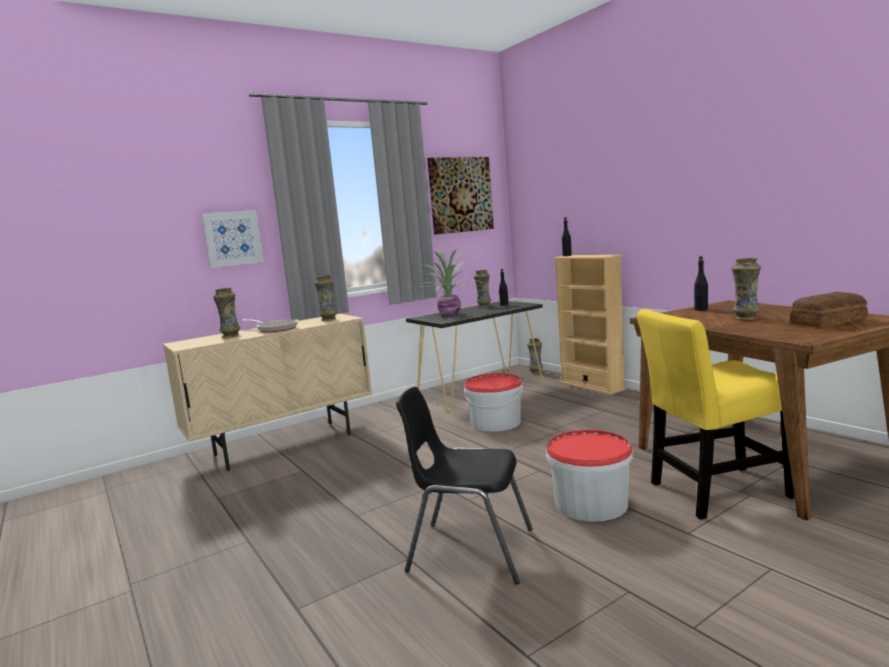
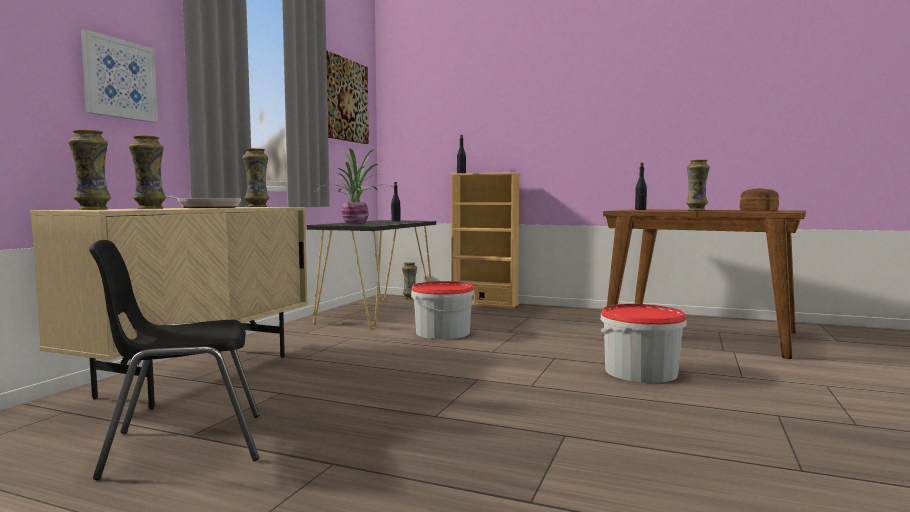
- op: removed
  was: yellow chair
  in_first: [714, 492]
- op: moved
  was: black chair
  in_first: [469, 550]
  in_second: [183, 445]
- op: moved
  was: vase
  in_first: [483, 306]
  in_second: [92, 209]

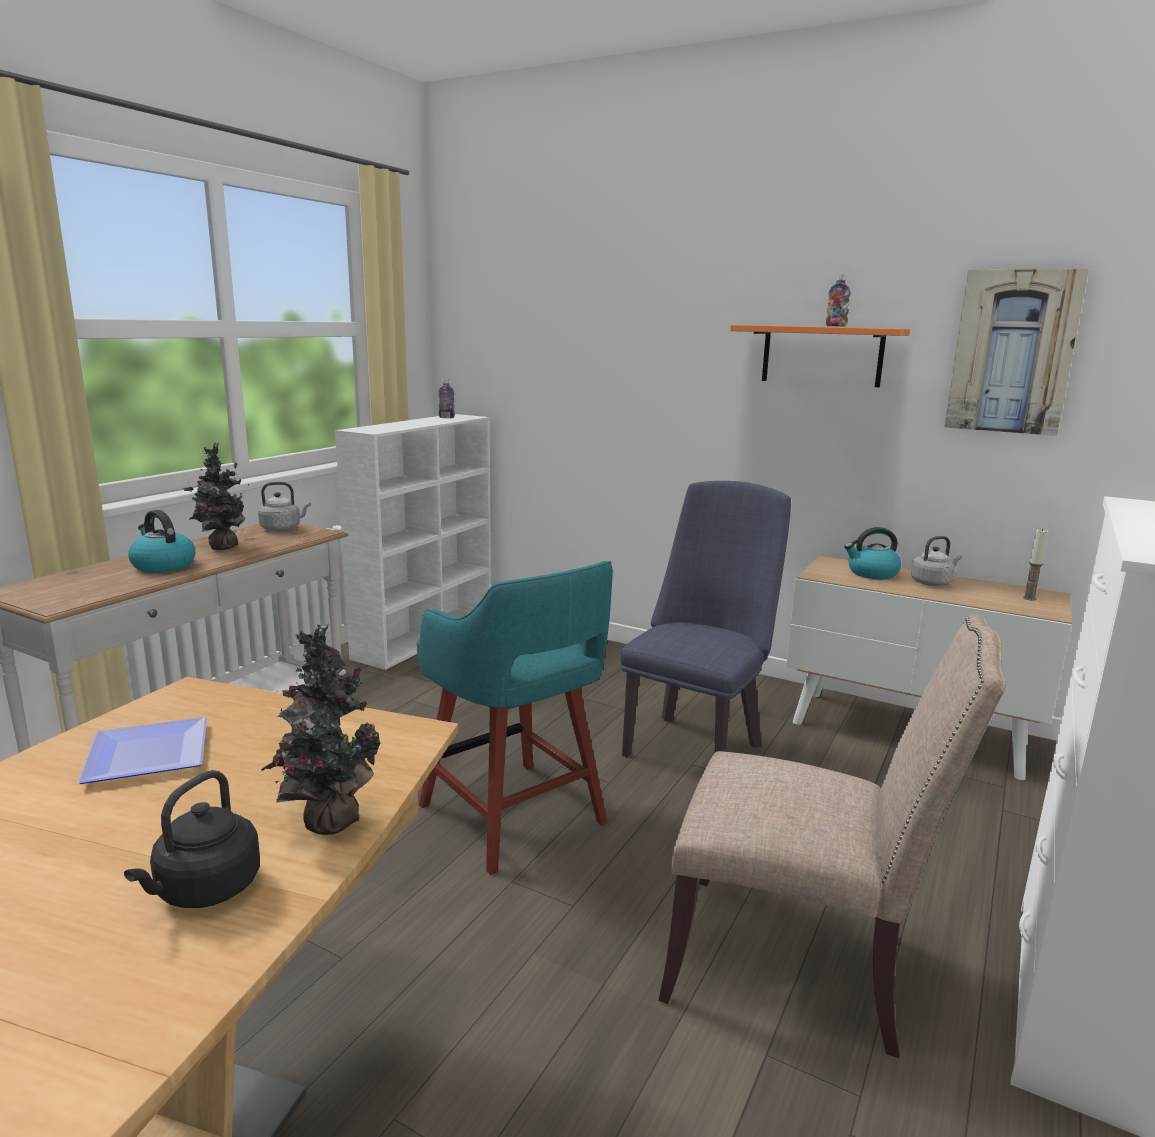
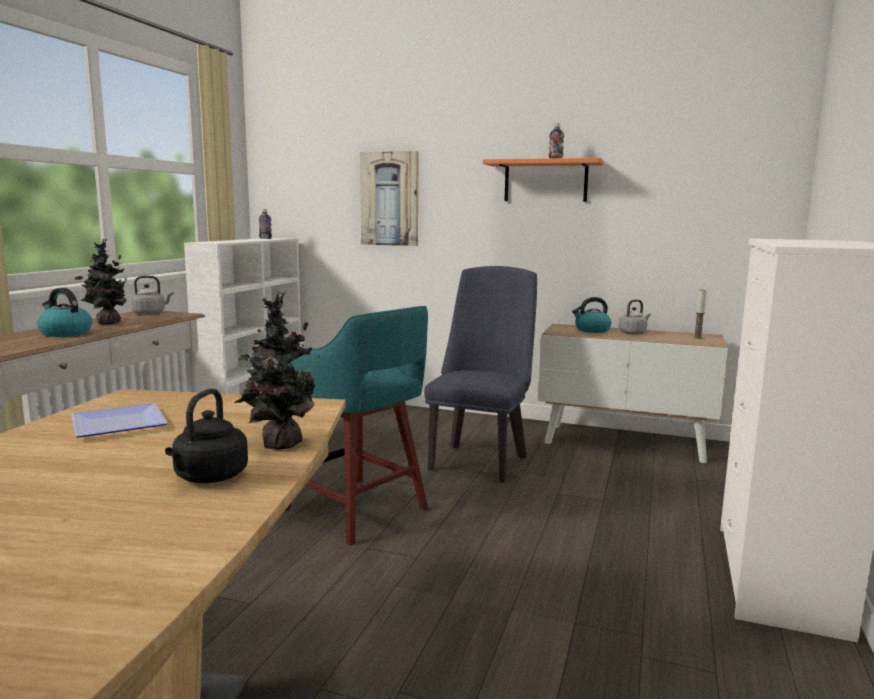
- op: removed
  was: beige chair
  in_first: [798, 966]
- op: moved
  was: picture
  in_first: [1012, 352]
  in_second: [390, 199]

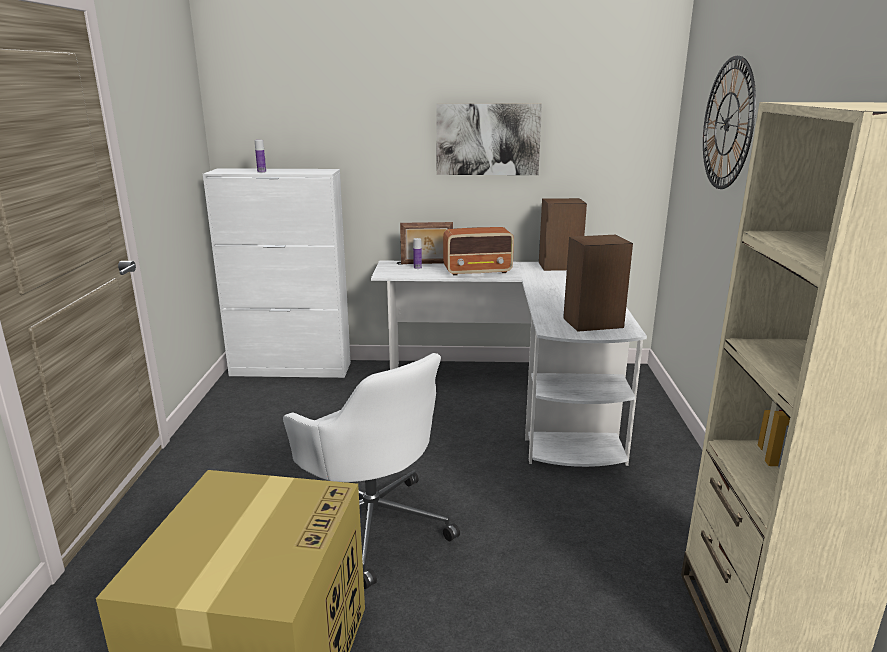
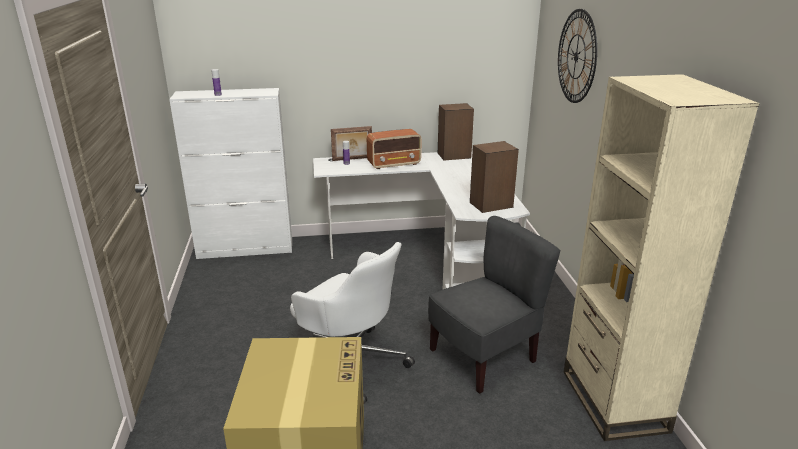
- op: removed
  was: picture
  in_first: [488, 139]
- op: added
  now: grey chair
  in_second: [484, 357]

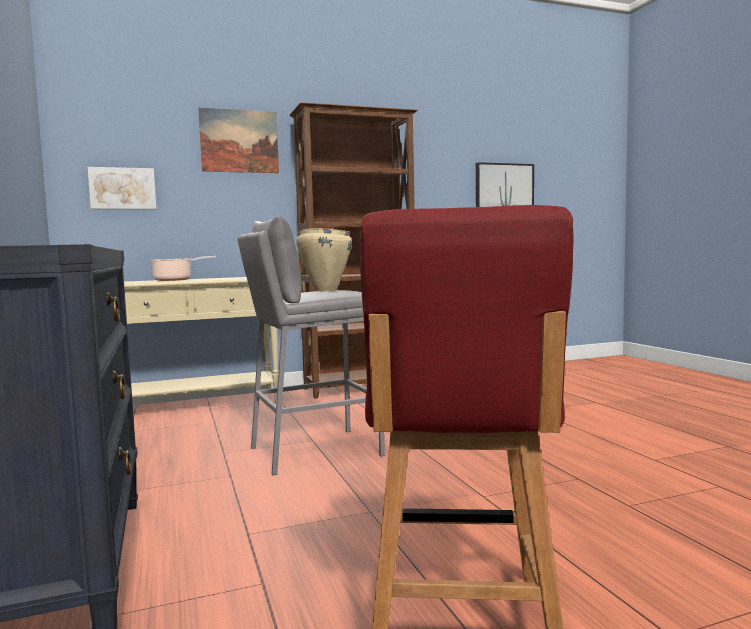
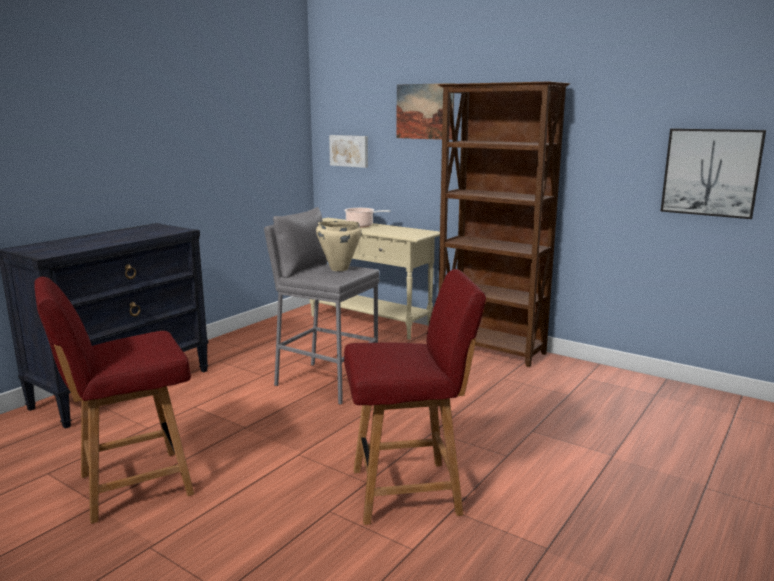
- op: added
  now: red chair
  in_second: [409, 491]

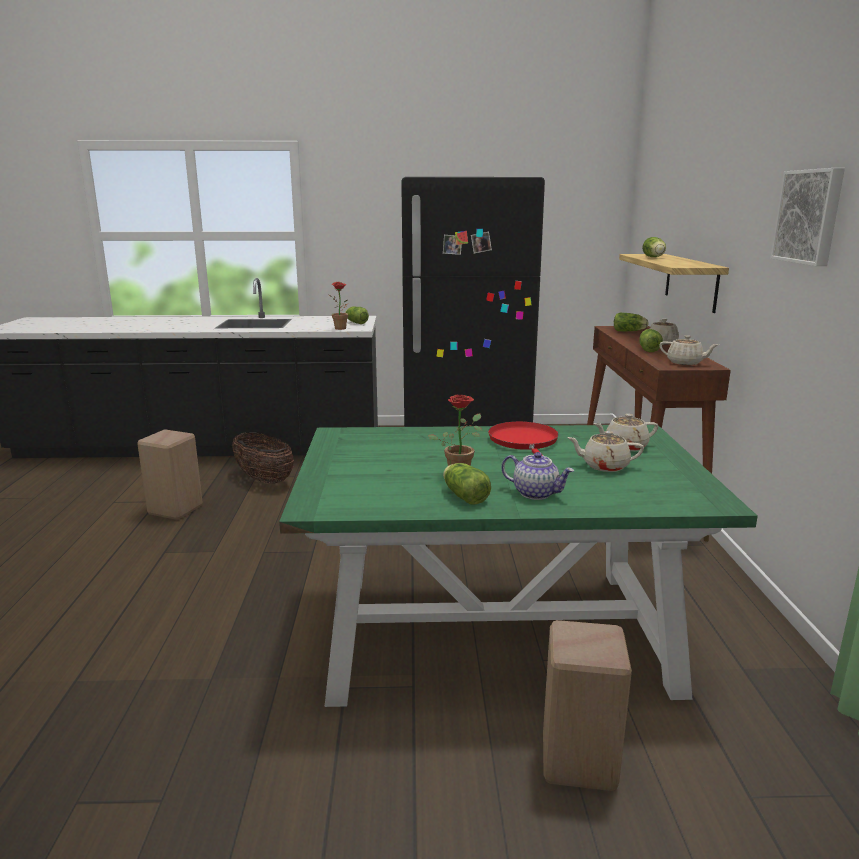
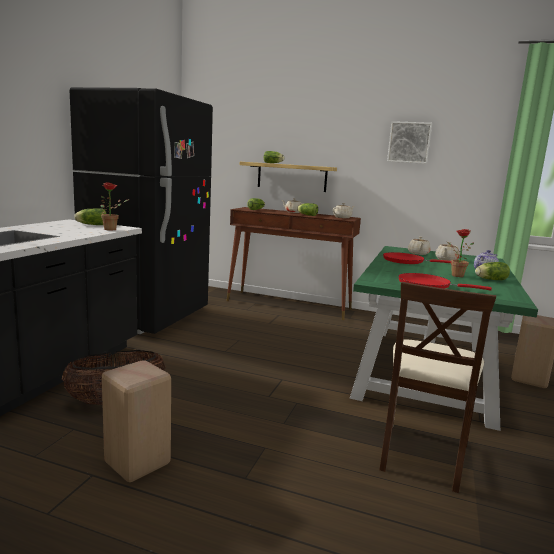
- op: added
  now: beige chair
  in_second: [422, 454]
- op: added
  now: red frying pan
  in_second: [428, 285]

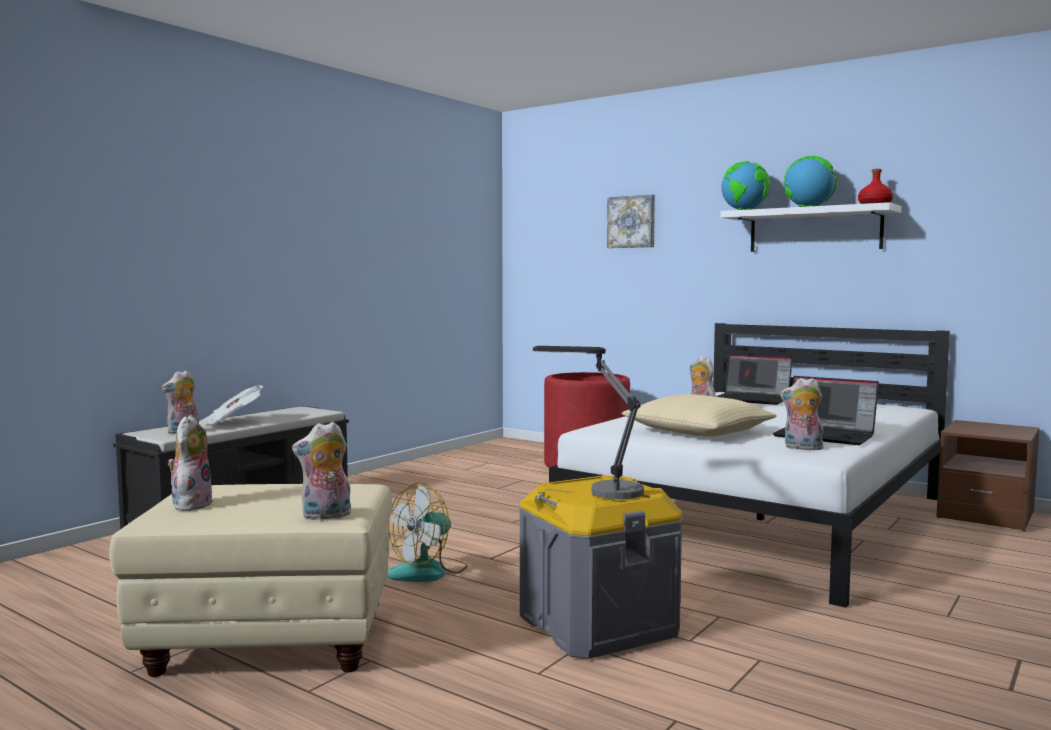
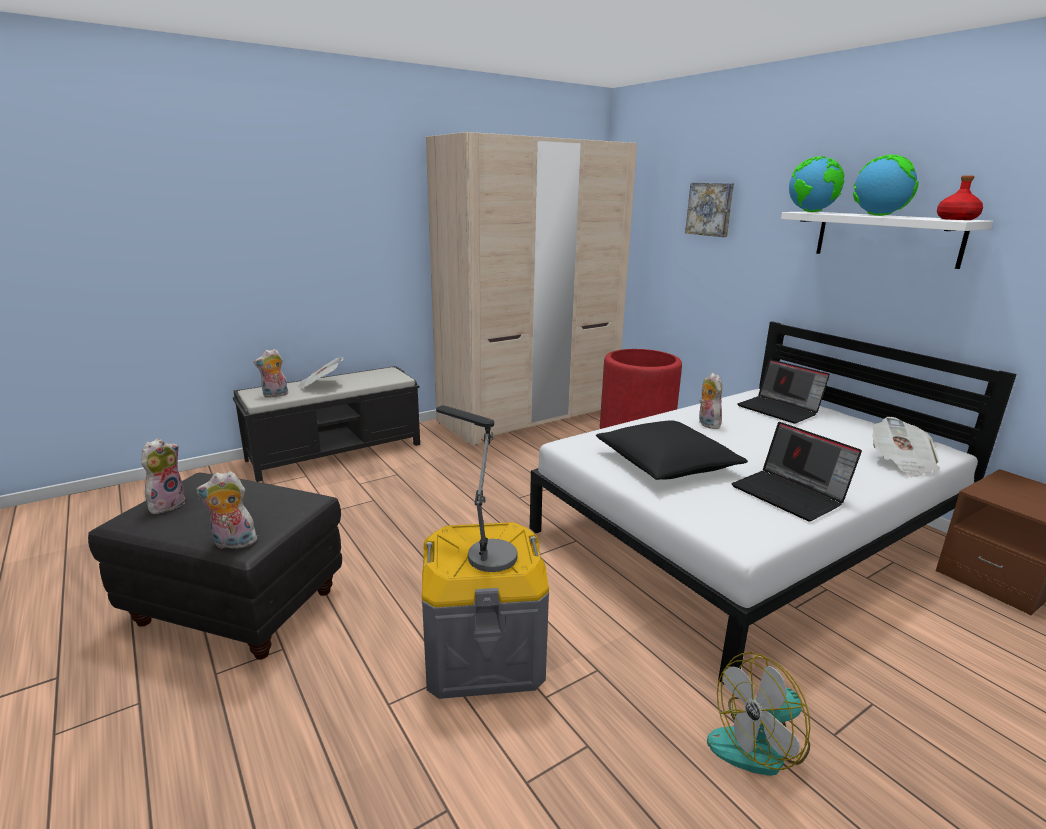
- op: removed
  was: plush toy
  in_first: [802, 448]
- op: added
  now: beige wardrobe
  in_second: [529, 416]
- op: added
  now: newspaper
  in_second: [901, 463]
- op: moved
  was: fan
  in_first: [428, 571]
  in_second: [760, 745]
- op: recoloured
  was: beige ottoman
  now: black ottoman
  in_first: [270, 641]
  in_second: [238, 606]
- op: recoloured
  was: beige pillow
  now: black pillow
  in_first: [698, 432]
  in_second: [666, 463]

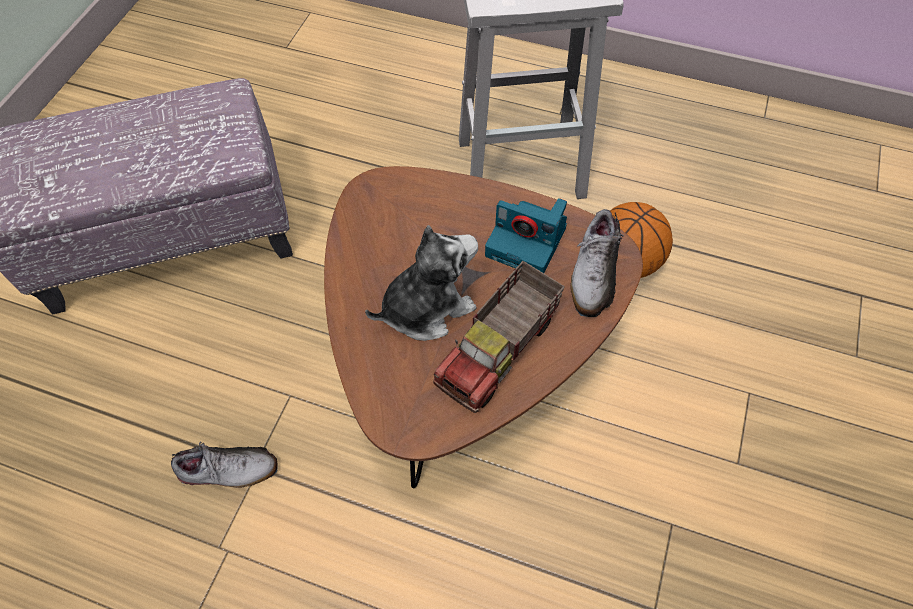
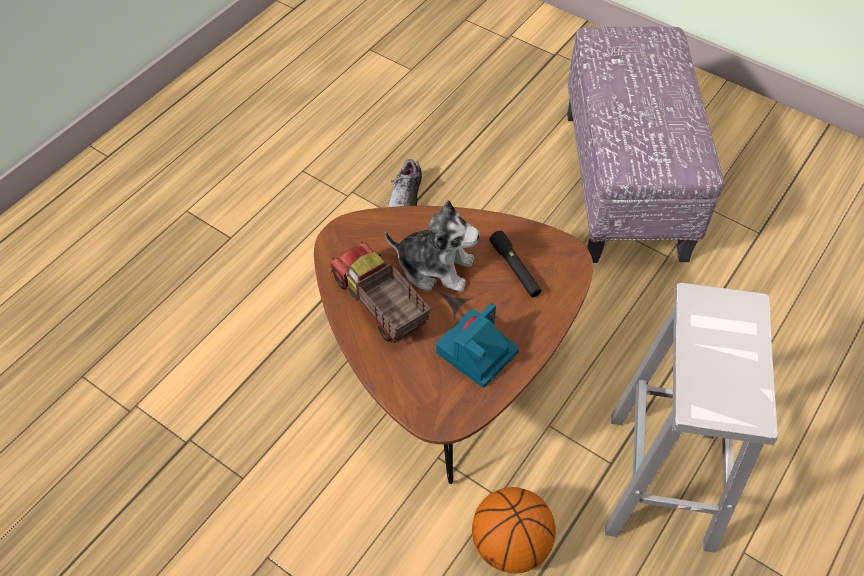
- op: removed
  was: shoe
  in_first: [594, 272]
- op: added
  now: black flashlight
  in_second: [515, 269]
- op: turned
  was: plush toy
  in_first: [426, 307]
  in_second: [435, 267]
  clockwise: -60

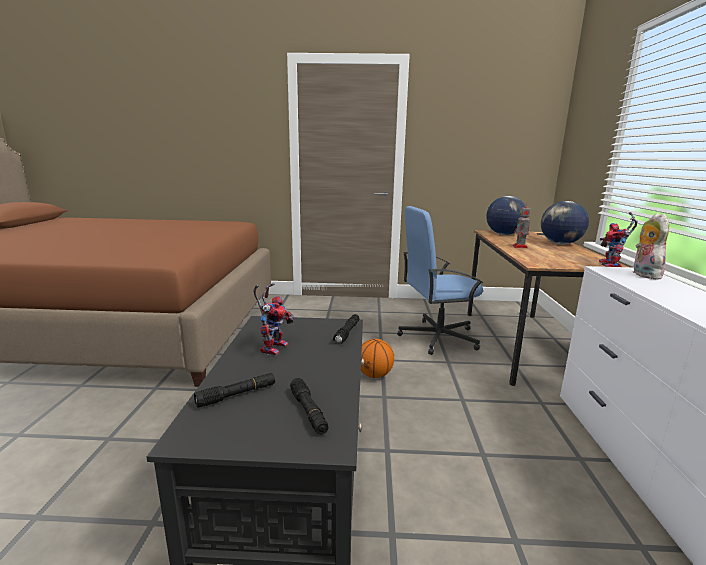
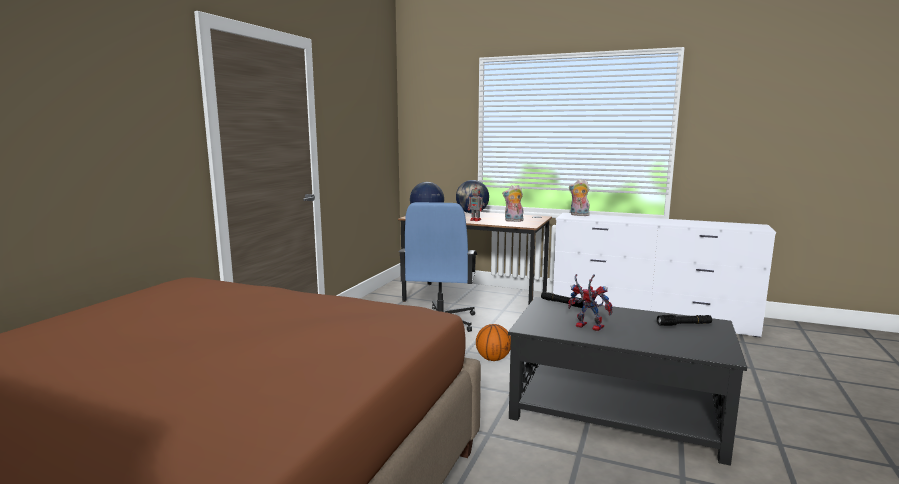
- op: removed
  was: black flashlight
  in_first: [237, 395]
- op: removed
  was: toy robot
  in_first: [612, 265]
- op: added
  now: plush toy
  in_second: [513, 221]

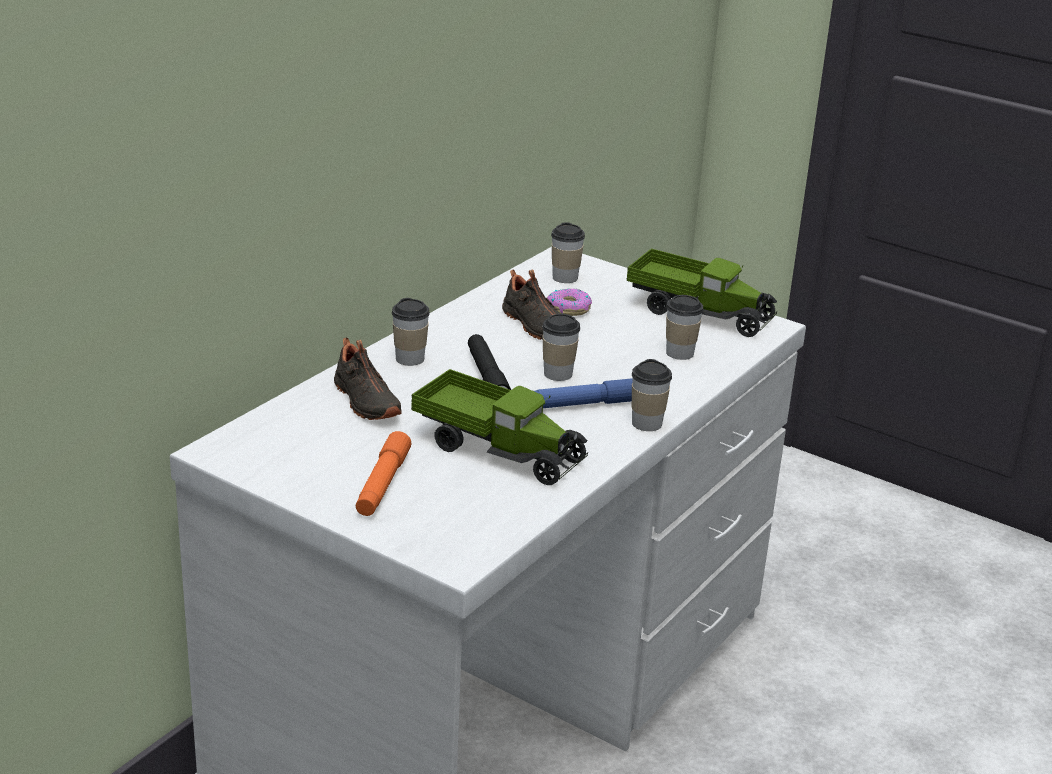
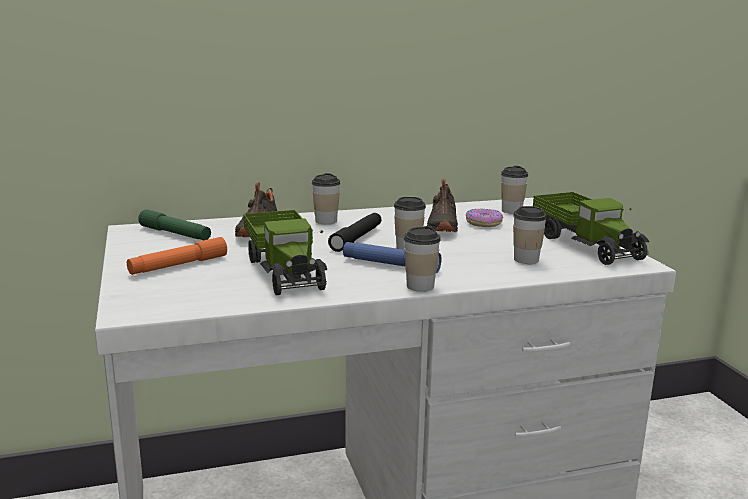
- op: added
  now: green flashlight
  in_second: [175, 234]

